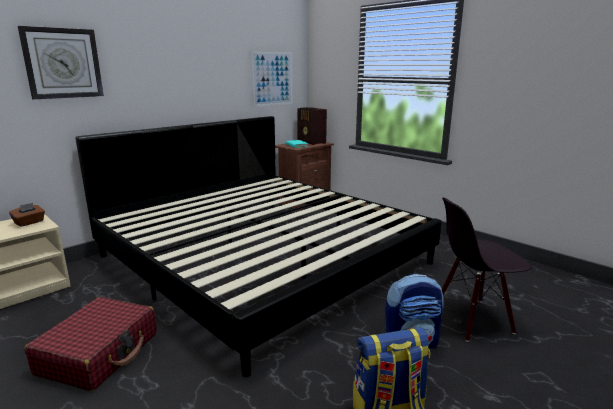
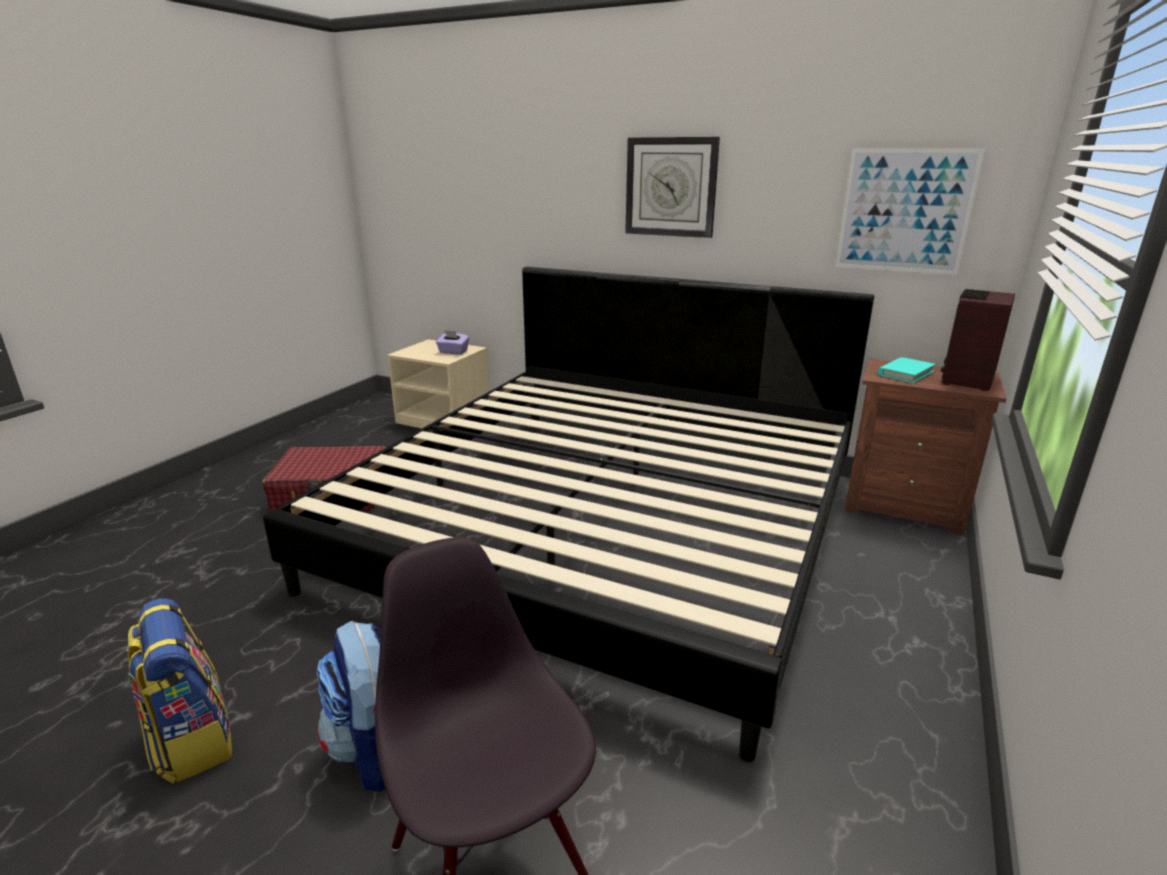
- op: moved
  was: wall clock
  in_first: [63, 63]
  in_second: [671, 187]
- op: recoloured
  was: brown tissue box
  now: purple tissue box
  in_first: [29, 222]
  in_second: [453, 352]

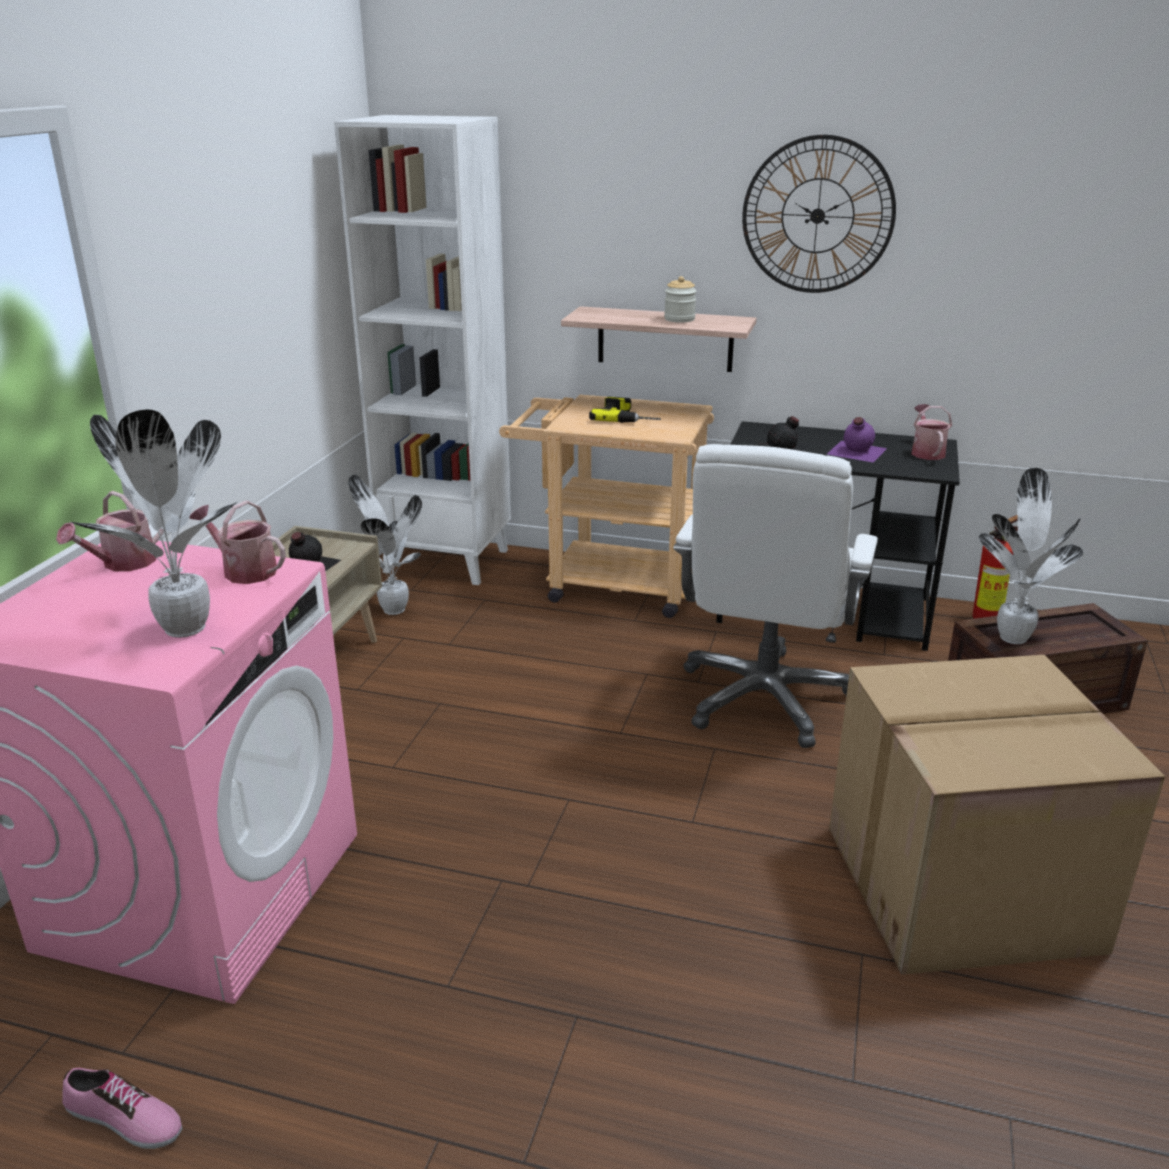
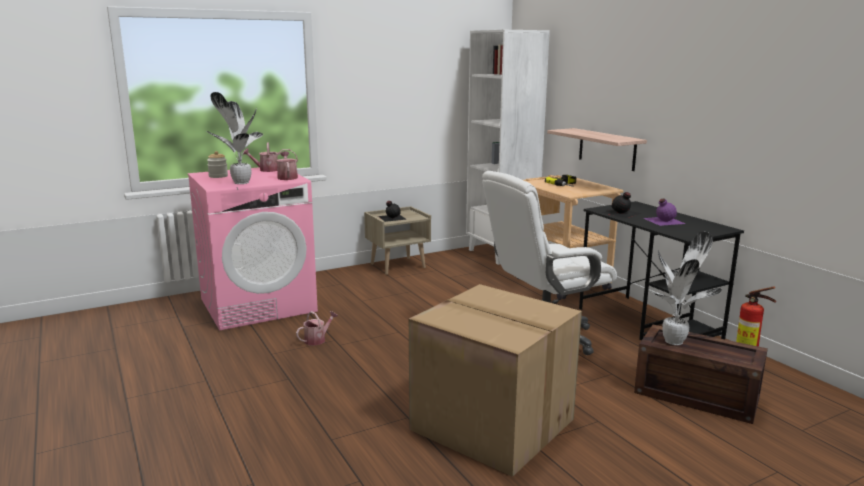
- op: removed
  was: shoe
  in_first: [123, 1120]
- op: removed
  was: potted plant
  in_first: [392, 609]
- op: removed
  was: wall clock
  in_first: [817, 215]
- op: moved
  was: jar
  in_first: [679, 319]
  in_second: [218, 176]
- op: moved
  was: watering can
  in_first: [926, 452]
  in_second: [317, 339]

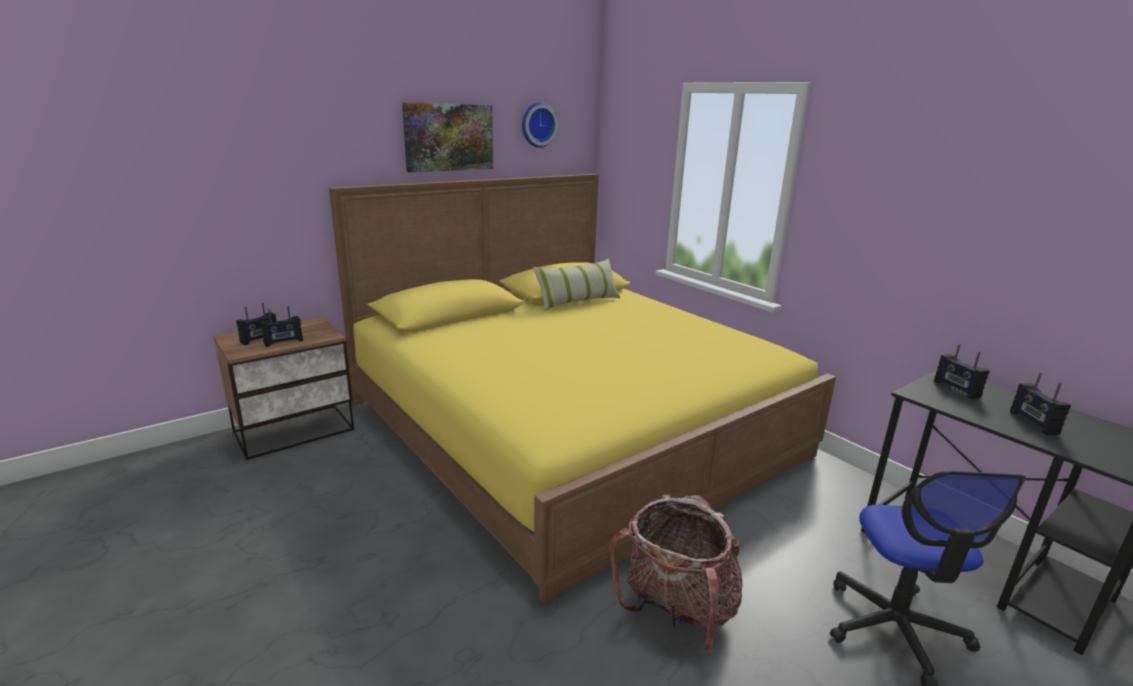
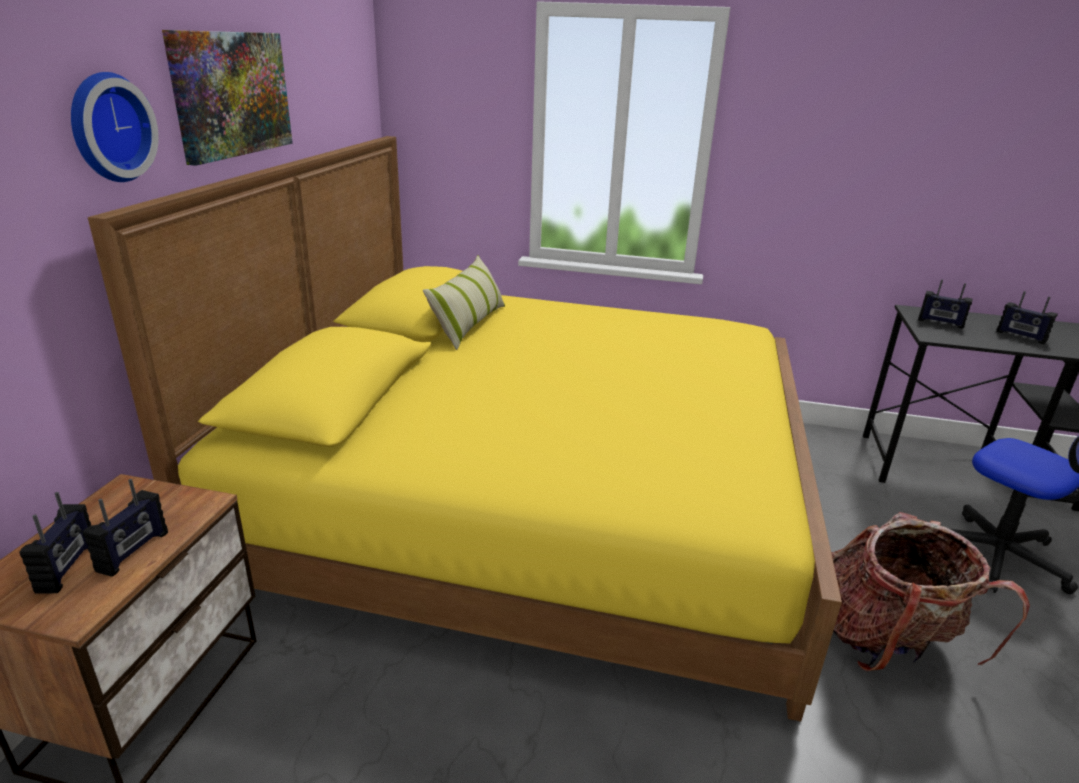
- op: moved
  was: wall clock
  in_first: [537, 124]
  in_second: [107, 127]

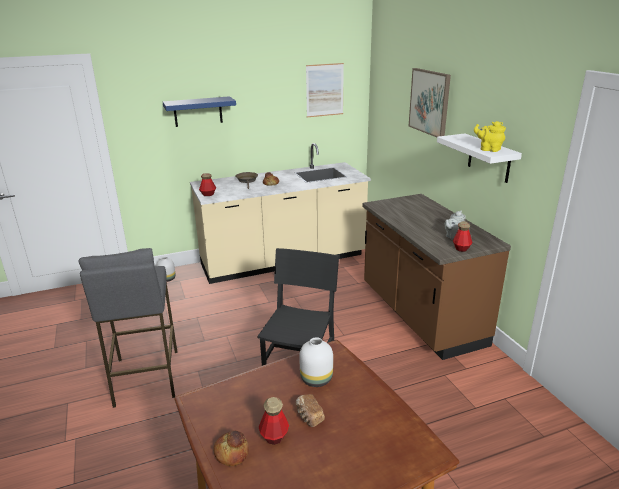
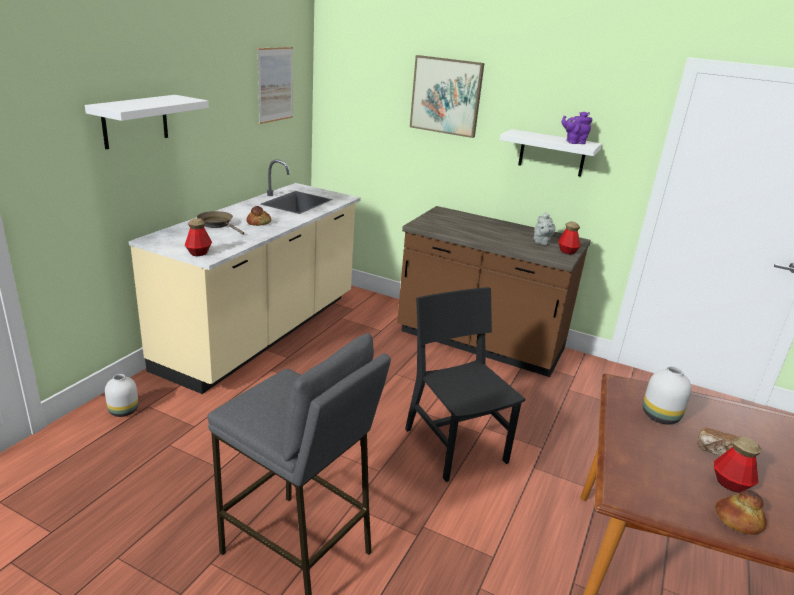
- op: recoloured
  was: blue shelf
  now: white shelf
  in_first: [198, 111]
  in_second: [135, 121]
- op: recoloured
  was: yellow teapot
  now: purple teapot
  in_first: [488, 149]
  in_second: [574, 142]

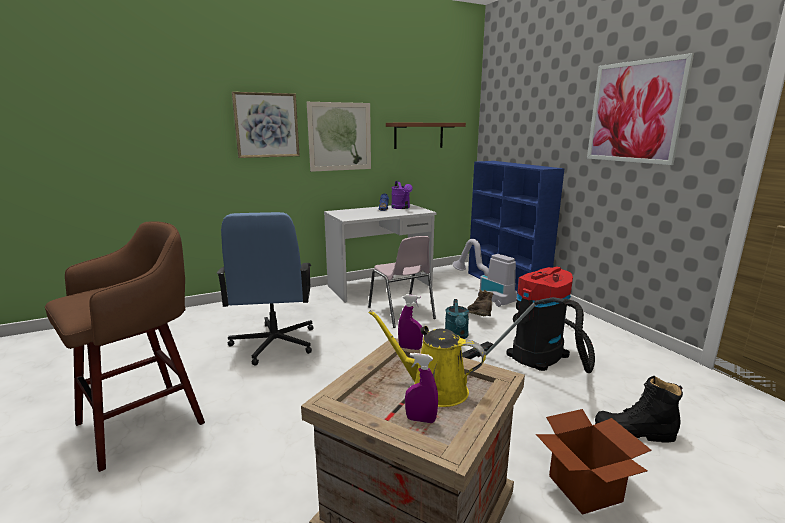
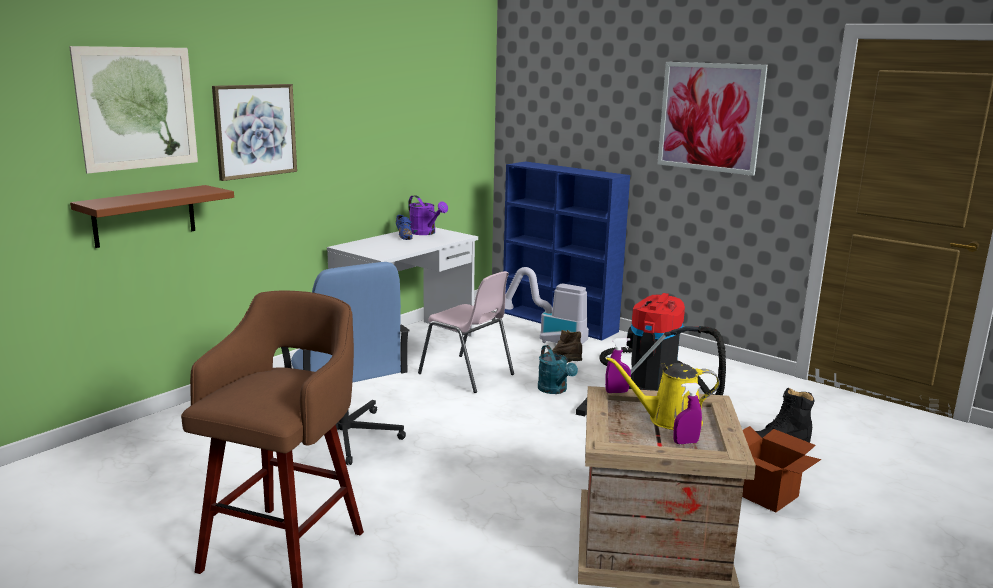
- op: moved
  was: picture
  in_first: [340, 136]
  in_second: [137, 108]
- op: moved
  was: brown shelf
  in_first: [418, 135]
  in_second: [144, 216]

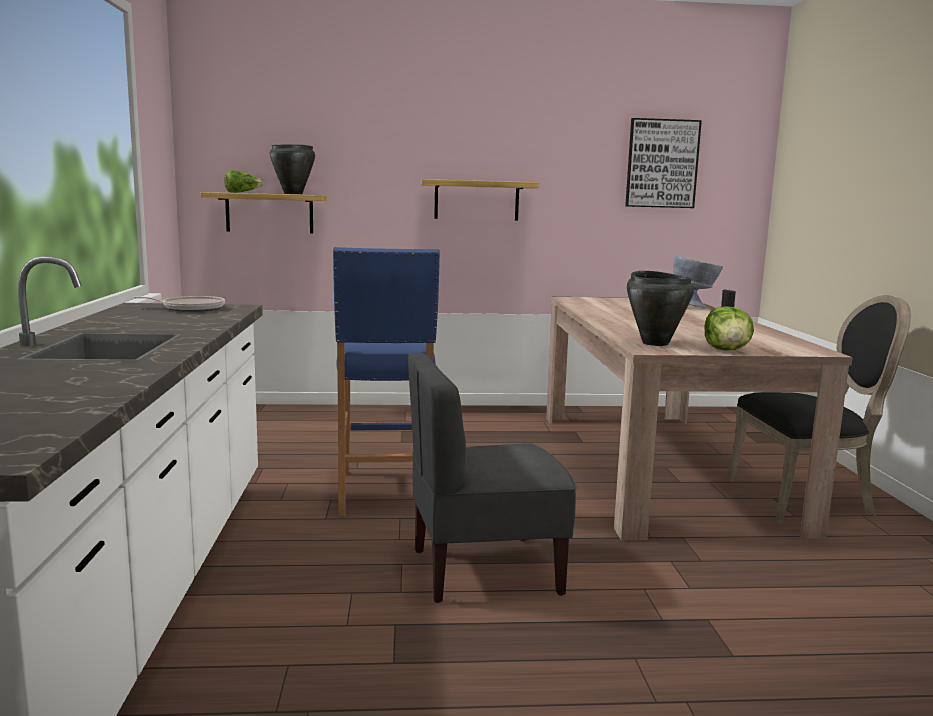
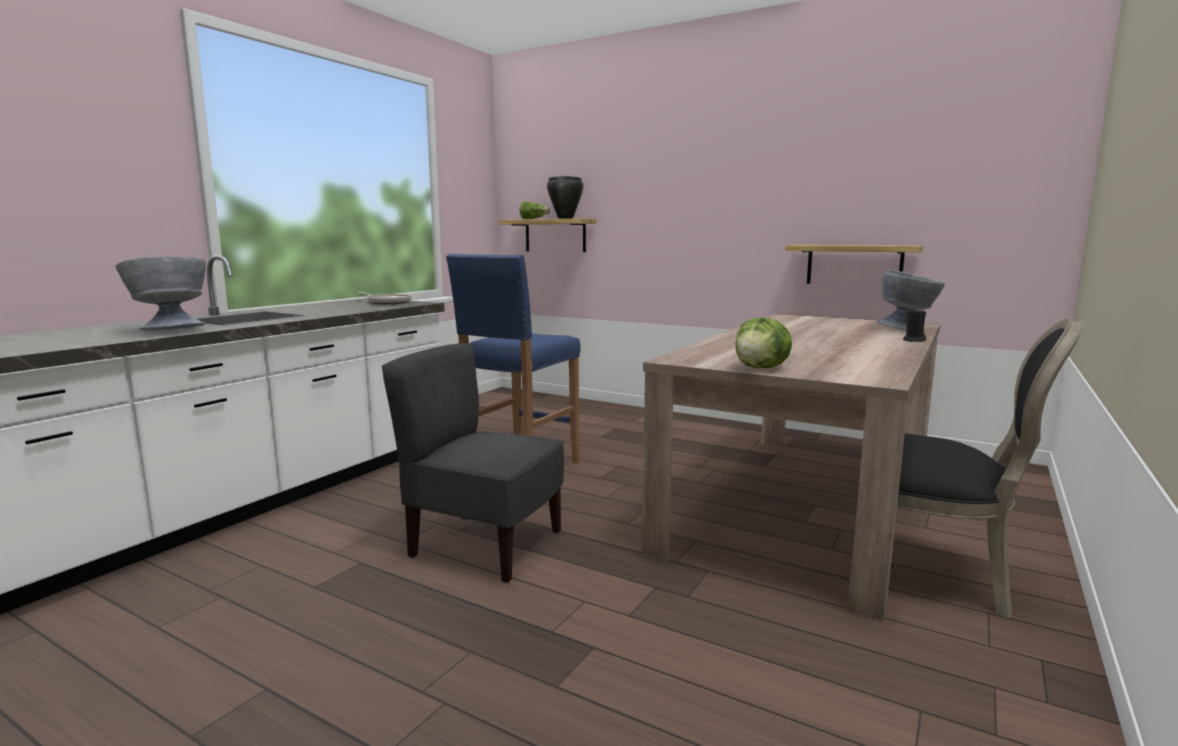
- op: removed
  was: picture
  in_first: [662, 163]
- op: removed
  was: black cooking pot
  in_first: [655, 343]
- op: added
  now: grey bowl
  in_second: [171, 330]
- op: moved
  was: shelf
  in_first: [476, 200]
  in_second: [854, 265]

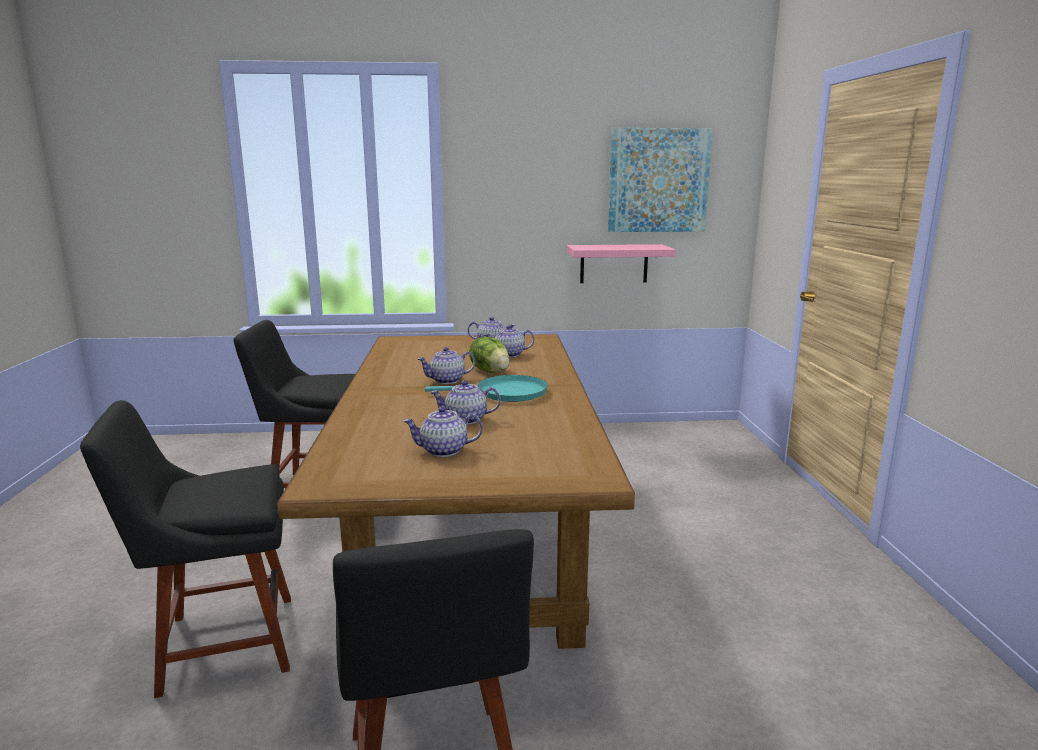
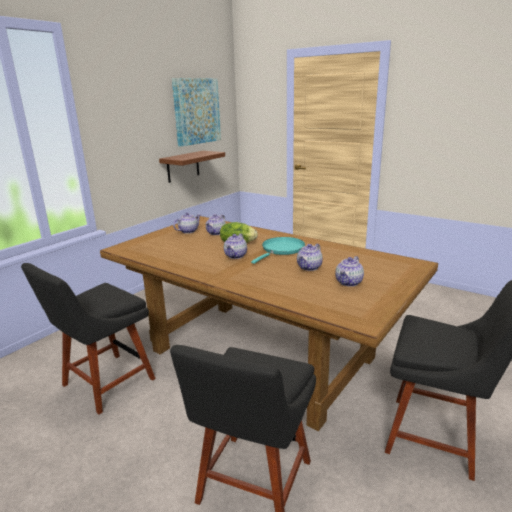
- op: recoloured
  was: pink shelf
  now: brown shelf
  in_first: [614, 263]
  in_second: [183, 166]

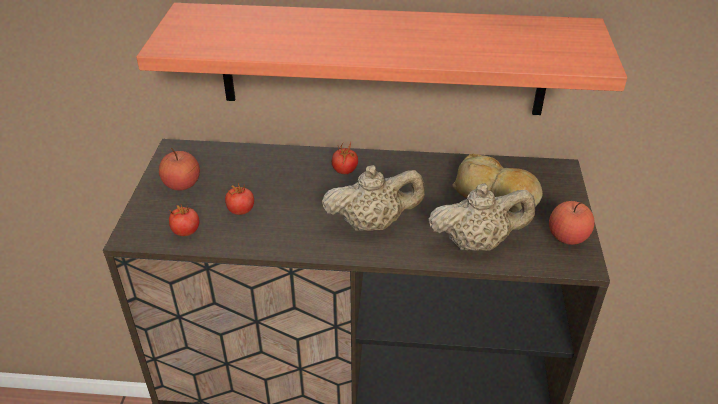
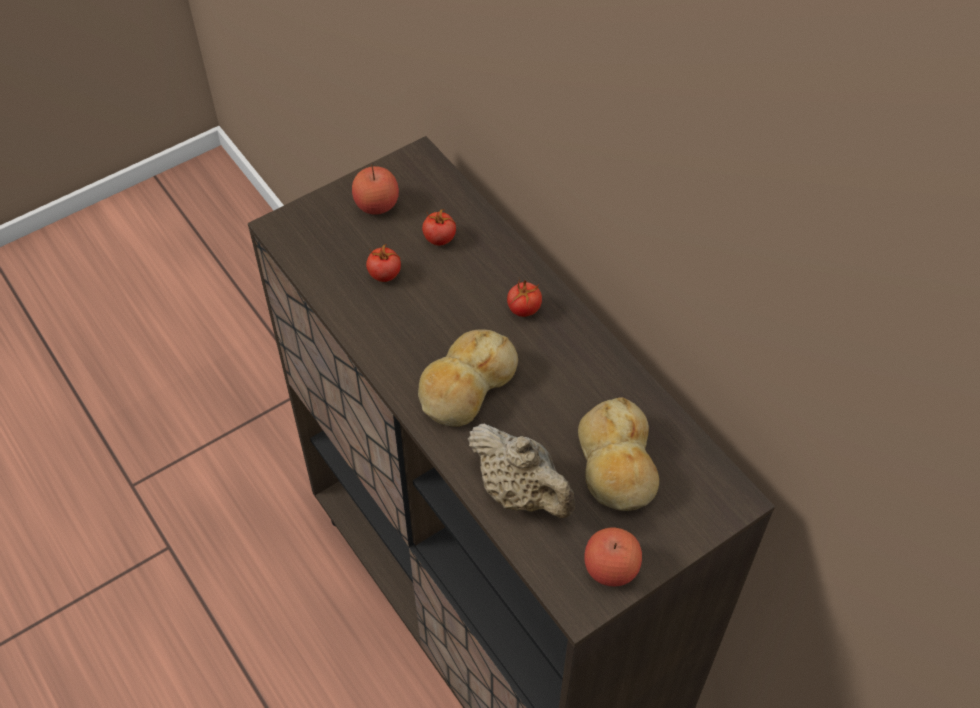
- op: removed
  was: shelf
  in_first: [382, 60]
- op: moved
  was: tomato
  in_first: [186, 231]
  in_second: [440, 239]
- op: replaced
  was: beige teapot
  now: bread
  in_first: [373, 224]
  in_second: [466, 387]

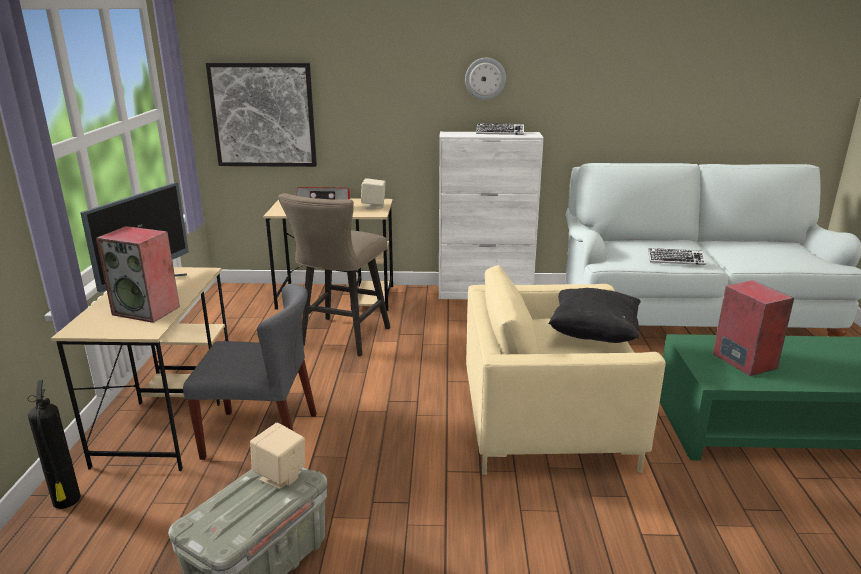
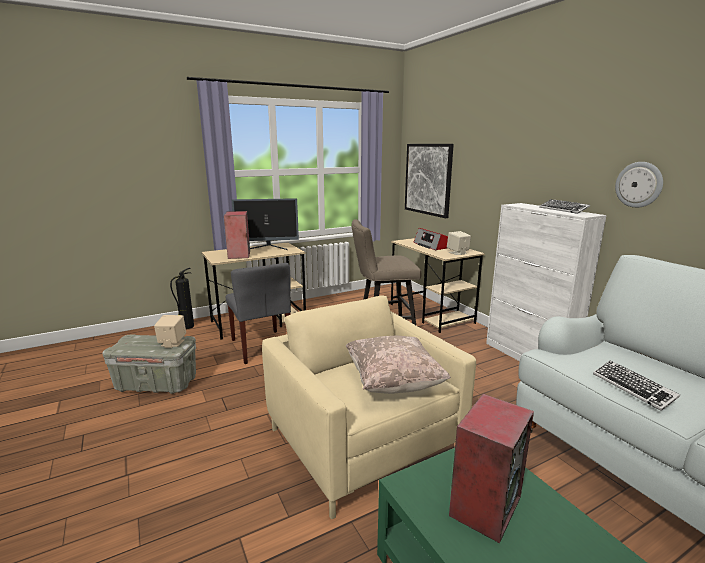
- op: moved
  was: wall clock
  in_first: [485, 78]
  in_second: [639, 184]
- op: recoloured
  was: black pillow
  now: beige pillow
  in_first: [593, 335]
  in_second: [393, 382]

